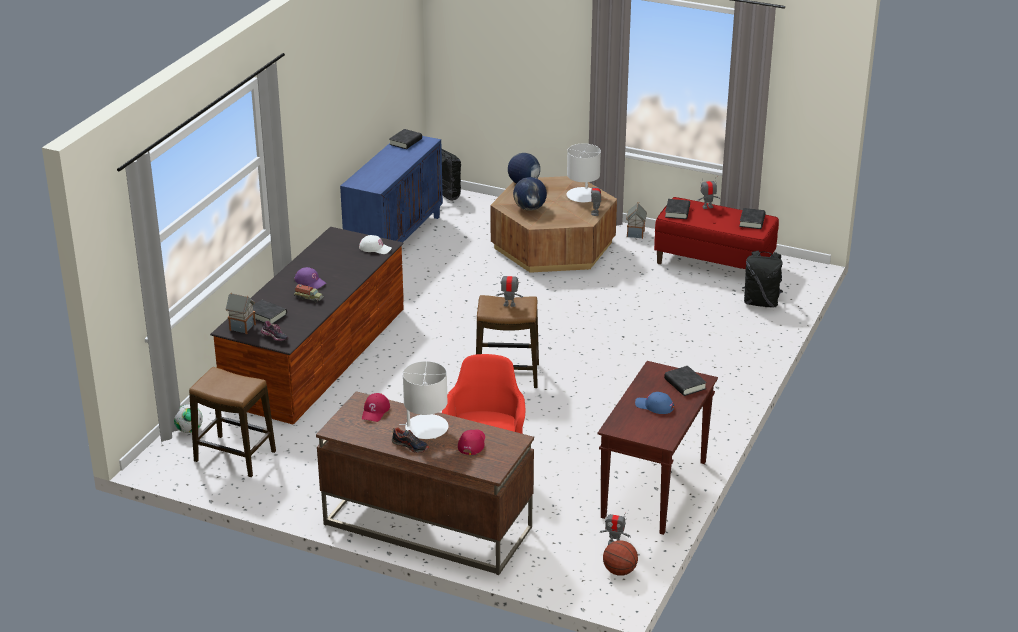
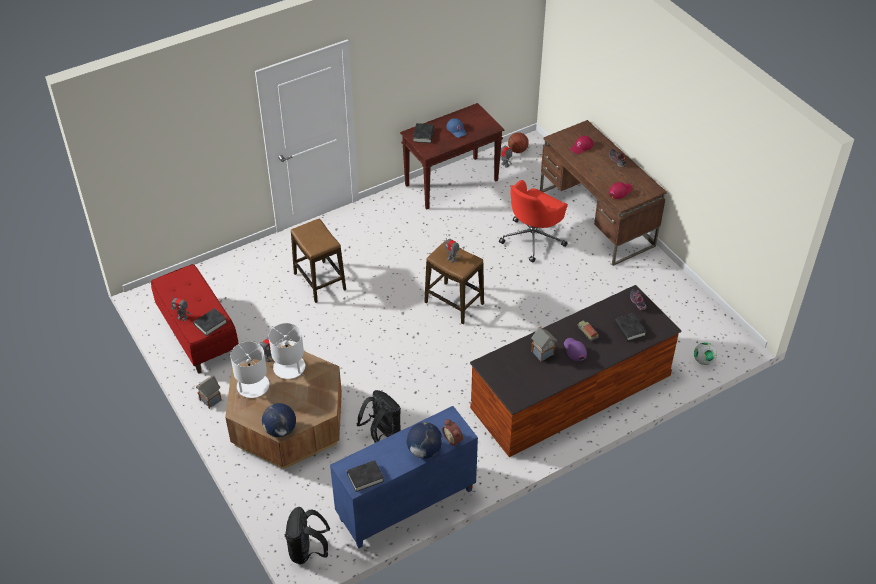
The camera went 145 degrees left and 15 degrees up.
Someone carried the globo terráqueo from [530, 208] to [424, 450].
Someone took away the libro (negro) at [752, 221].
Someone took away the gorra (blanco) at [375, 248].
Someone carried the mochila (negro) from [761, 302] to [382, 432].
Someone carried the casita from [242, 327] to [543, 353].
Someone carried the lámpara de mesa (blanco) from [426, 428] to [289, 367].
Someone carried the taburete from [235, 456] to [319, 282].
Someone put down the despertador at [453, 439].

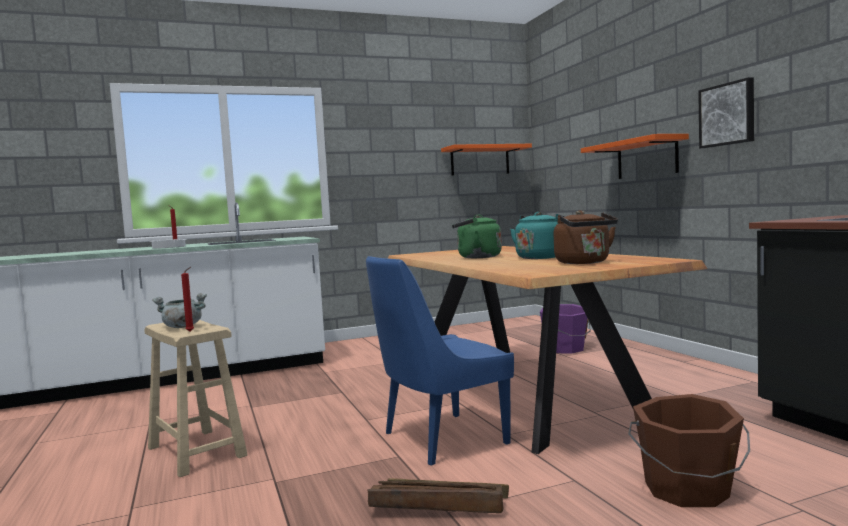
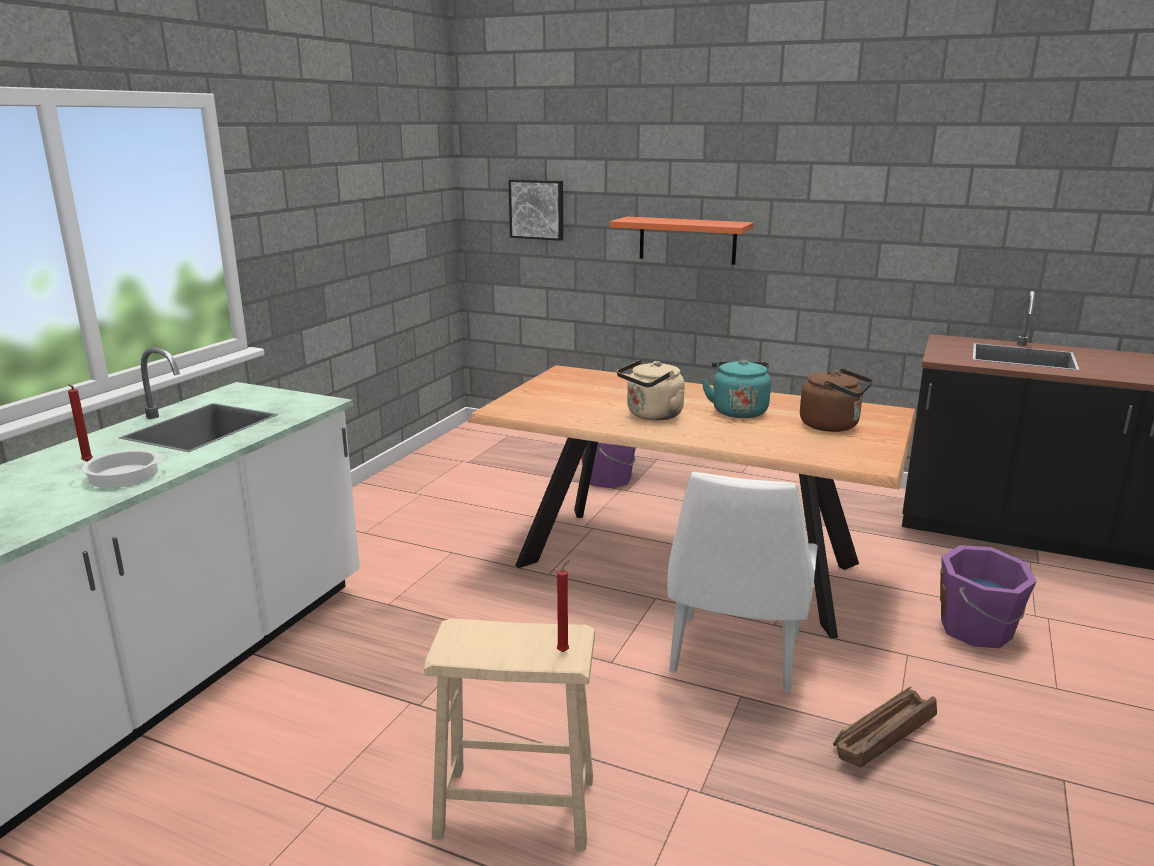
The camera went 45 degrees left and 15 degrees up.
Someone carried the cuadro from [727, 114] to [537, 209].
Someone took away the estante (naranja) at [480, 161].
Someone repainted the hervidor (verde) at [476, 257], which became the hervidor (beis) at [652, 415].
Someone repainted the silla (azul) at [440, 439], which became the silla (blanco) at [734, 656].
Someone took away the olla (gris) at [181, 327].
Someone repainted the cubo (marrón) at [687, 490], which became the cubo (morado) at [977, 630].

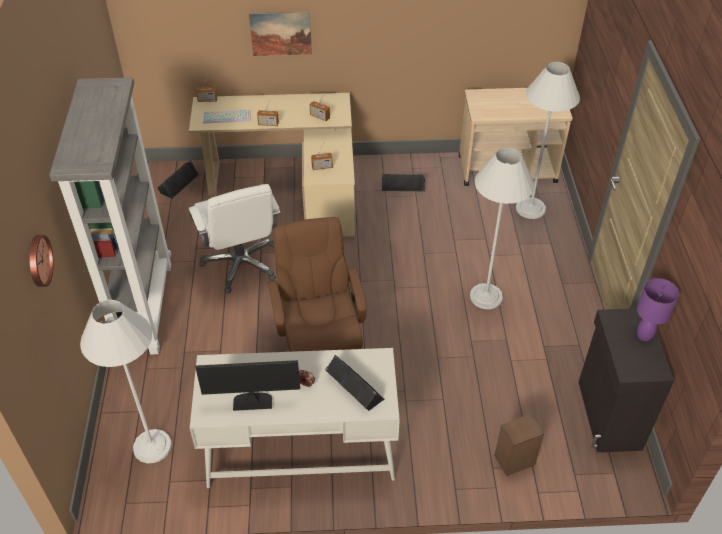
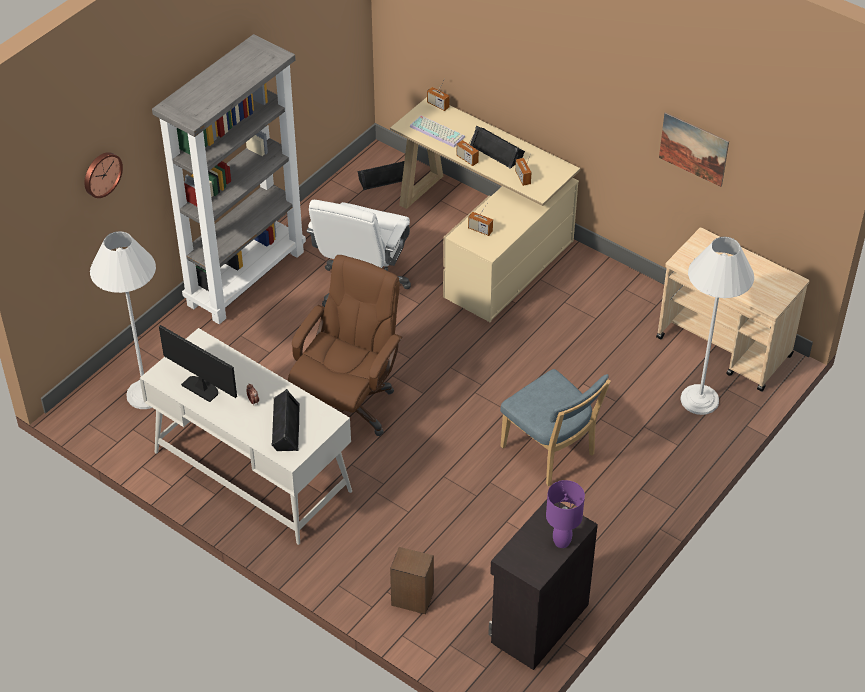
The camera went 40 degrees right and 0 degrees up.
Someone carried the cuadro from [281, 33] to [693, 149].
Someone swapped the lámpara de pie (blanco) at [486, 296] for the silla (azul) at [551, 453].
Someone carried the altavoz (negro) from [403, 184] to [497, 151].

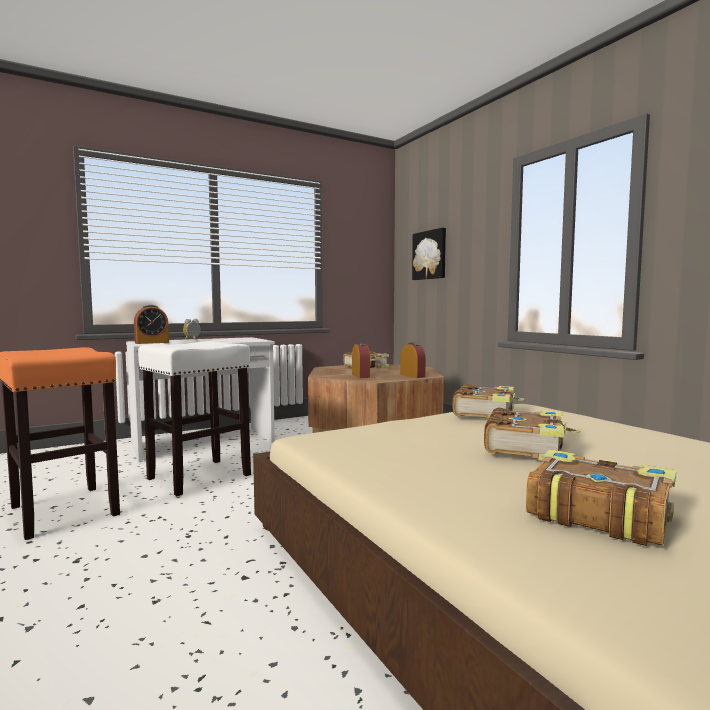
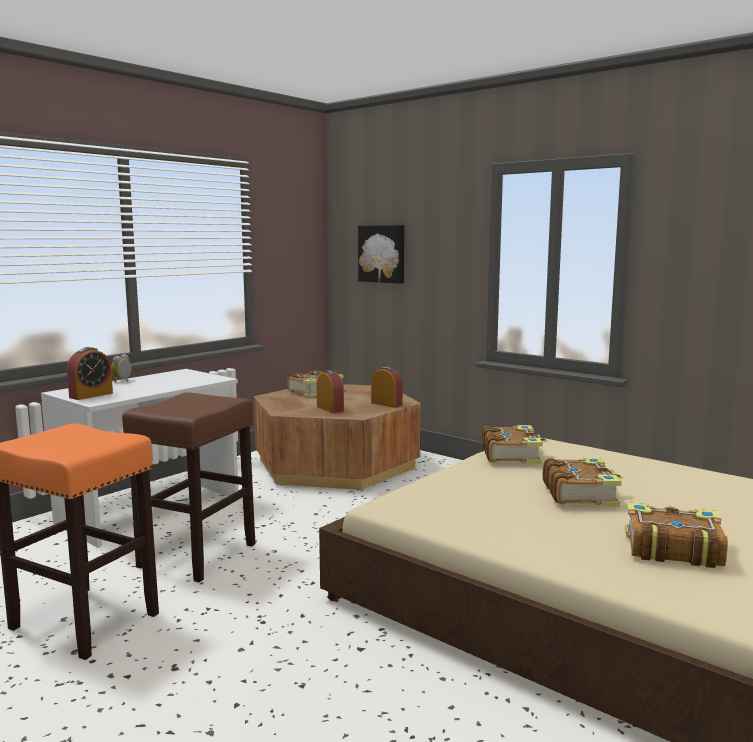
The camera went 20 degrees left and 5 degrees up.
Someone repainted the taburete (blanco) at [198, 477], which became the taburete (marrón) at [197, 556].

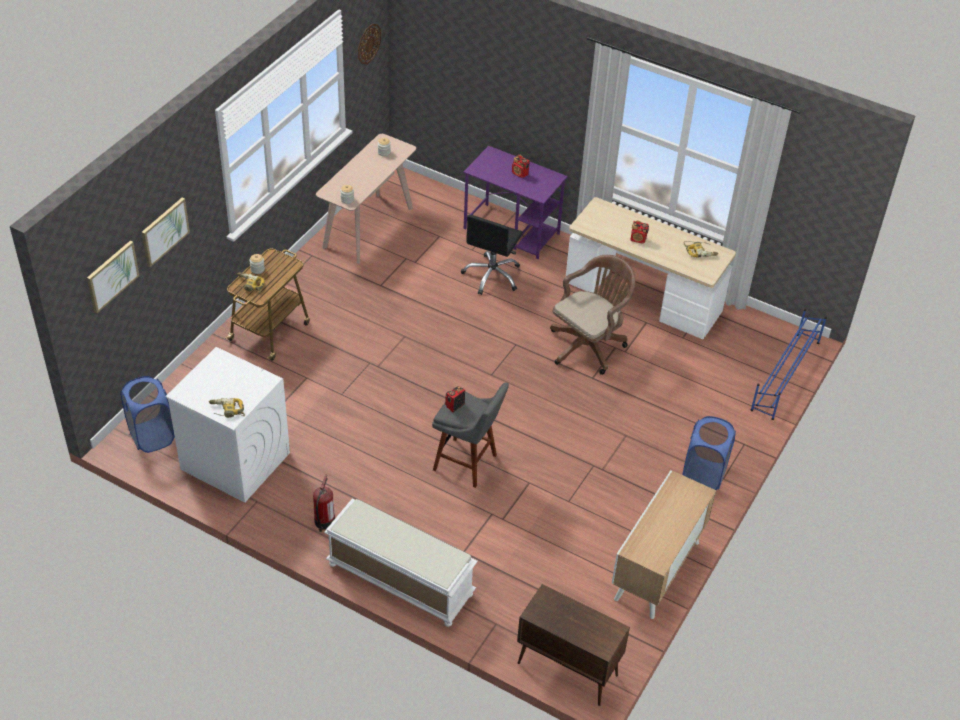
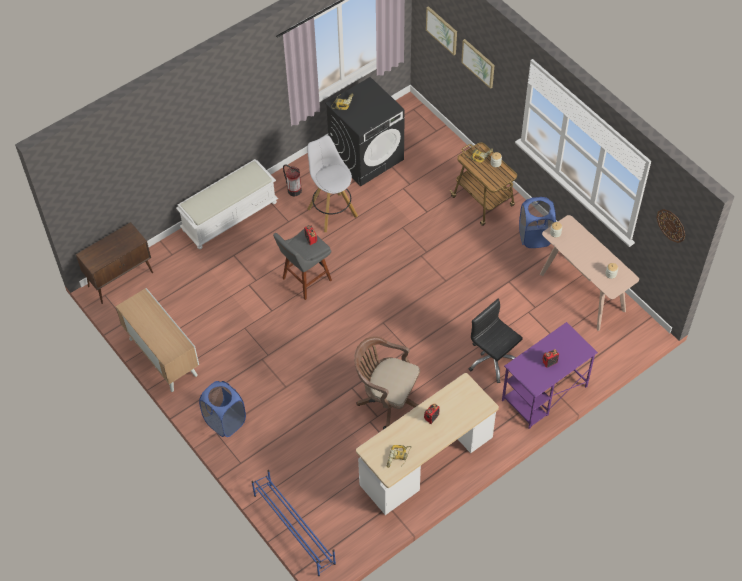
The camera went 115 degrees right and 10 degrees up.
Someone rotated the silla de oficina (marrón) at [589, 345] by 135 degrees clockwise.
Someone repainted the lavadora (blanco) at [234, 461], which became the lavadora (negro) at [366, 157].
Someone carried the cesto de la ropa (azul) from [152, 436] to [535, 237].
Someone put down the taburete (blanco) at [332, 212].

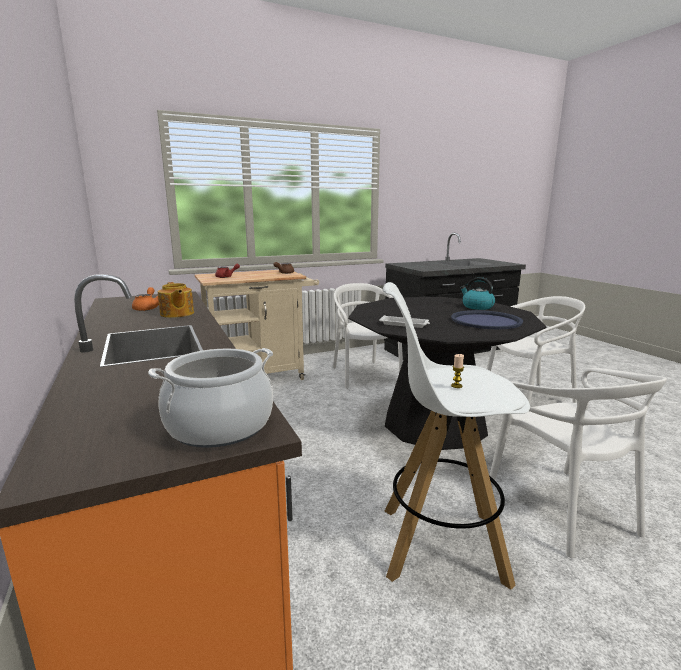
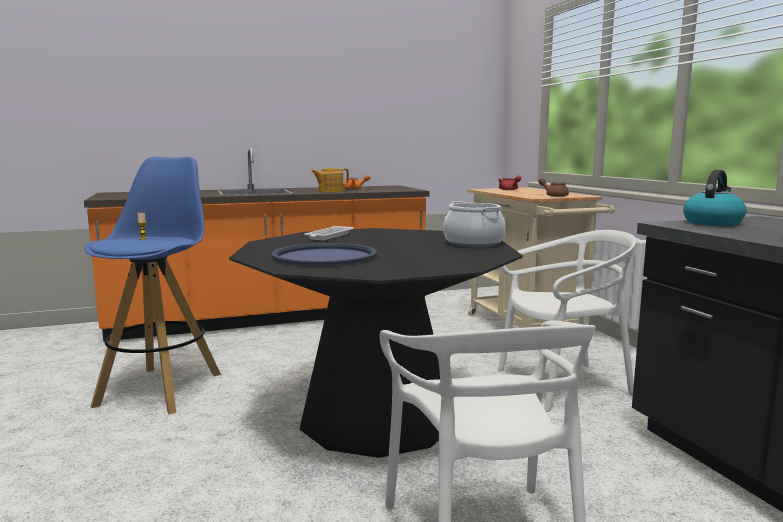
The camera went 95 degrees right and 5 degrees down.
Someone carried the hervidor from [477, 307] to [712, 222].
Someone repainted the taburete (blanco) at [440, 544], which became the taburete (azul) at [161, 388].
Someone carried the olla from [219, 425] to [473, 243].
Someone took away the silla (blanco) at [561, 508].

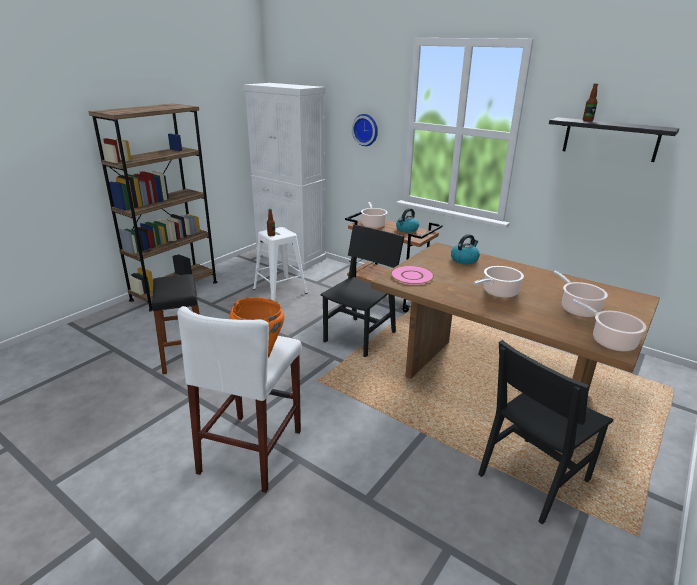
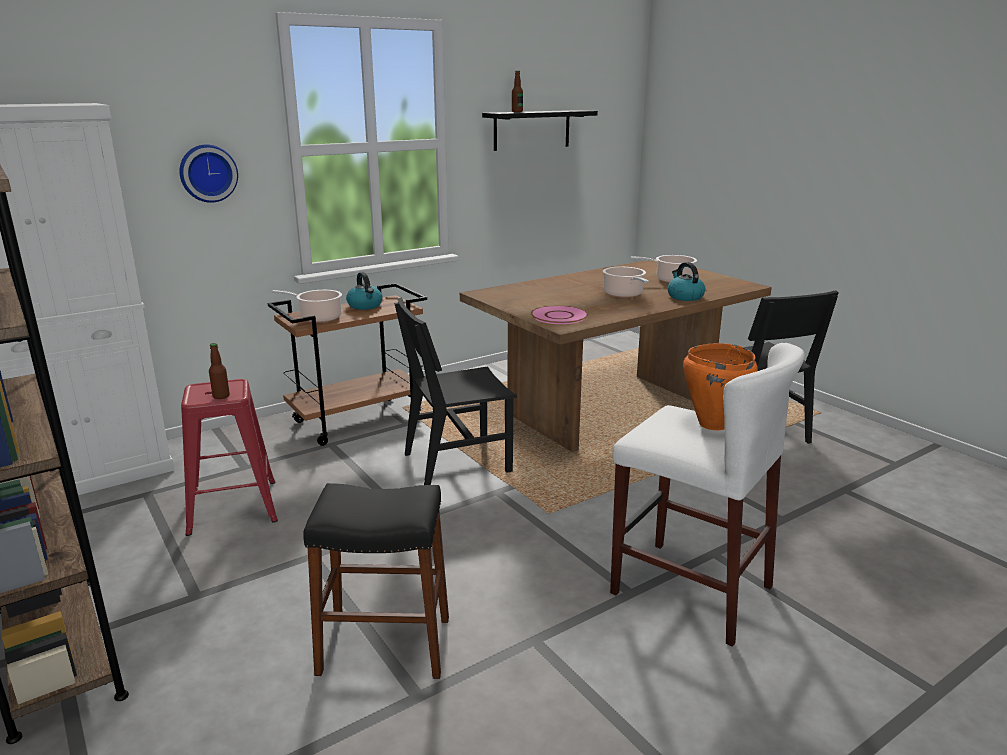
The camera went 70 degrees left and 5 degrees down.
Someone rotated the silla (negro) at [360, 337] by 75 degrees counterclockwise.
Someone repainted the taburete (blanco) at [281, 291], which became the taburete (rojo) at [234, 506].
Someone carried the hervidor from [464, 259] to [684, 297].
Someone took away the olla at [610, 341].

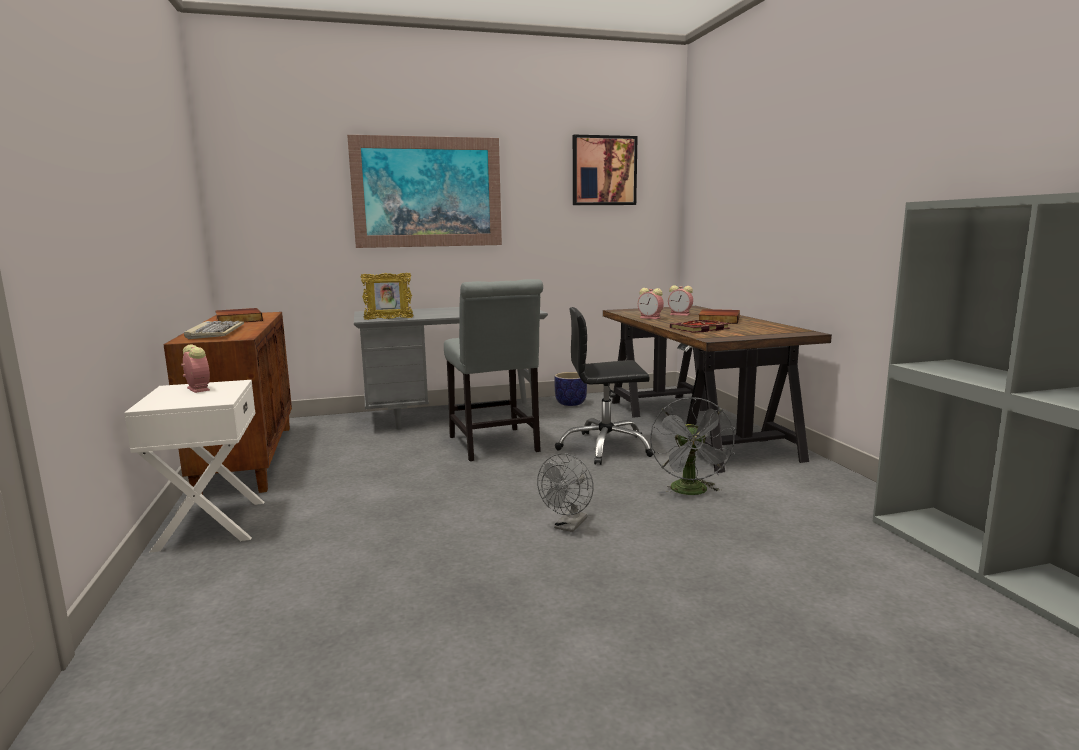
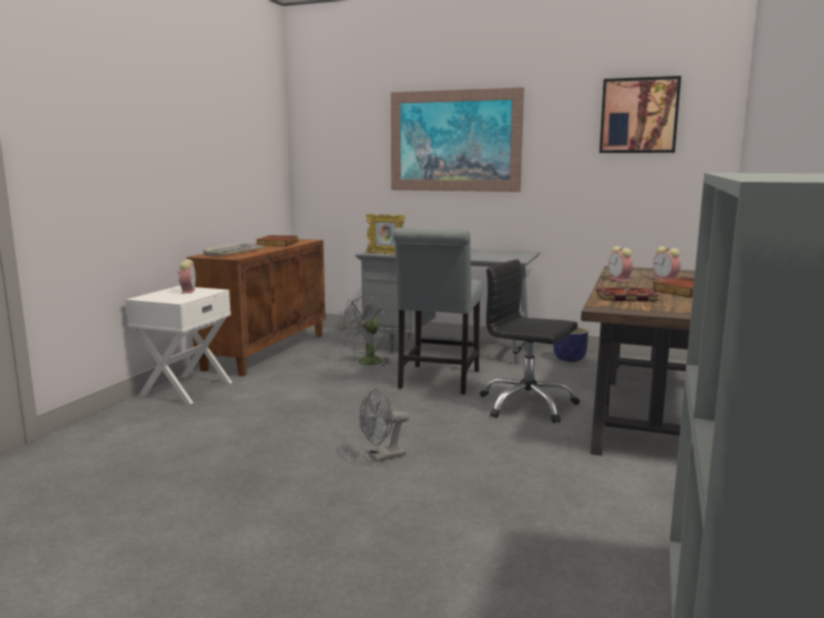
The camera went 35 degrees right and 0 degrees up.
Someone carried the ventilador (gris) from [691, 492] to [366, 363].

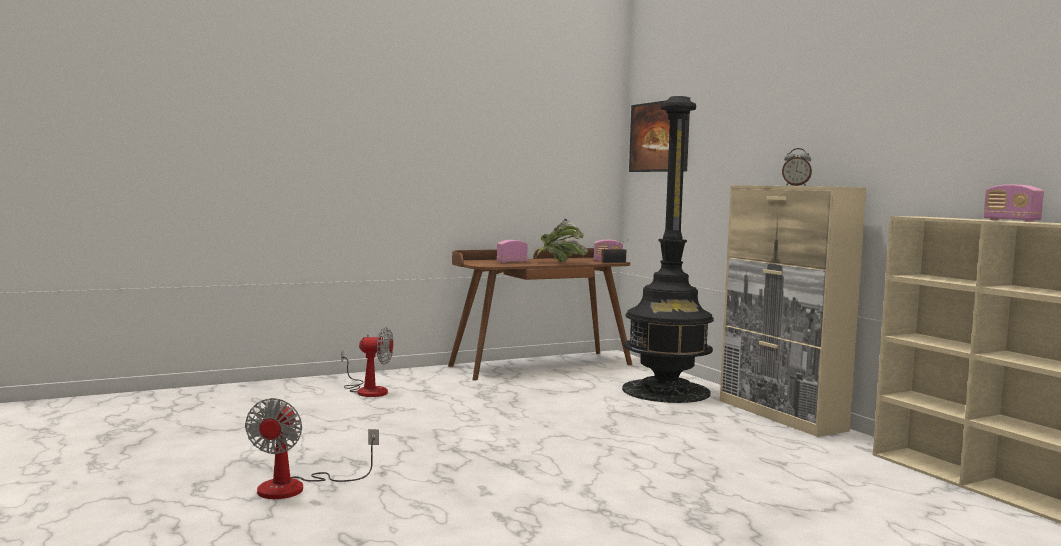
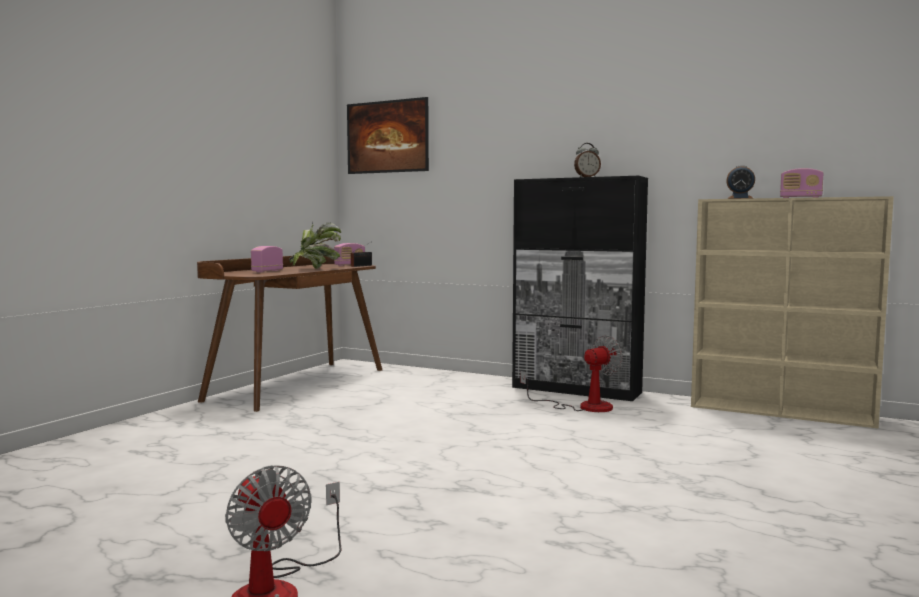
The camera went 35 degrees left and 0 degrees up.
Someone took away the lámpara de pie (negro) at [666, 391].
Someone repainted the armario (beis) at [781, 415], which became the armario (negro) at [576, 390].
Someone carried the ventilador from [367, 390] to [583, 407].
Someone put down the despertador at [739, 198].

